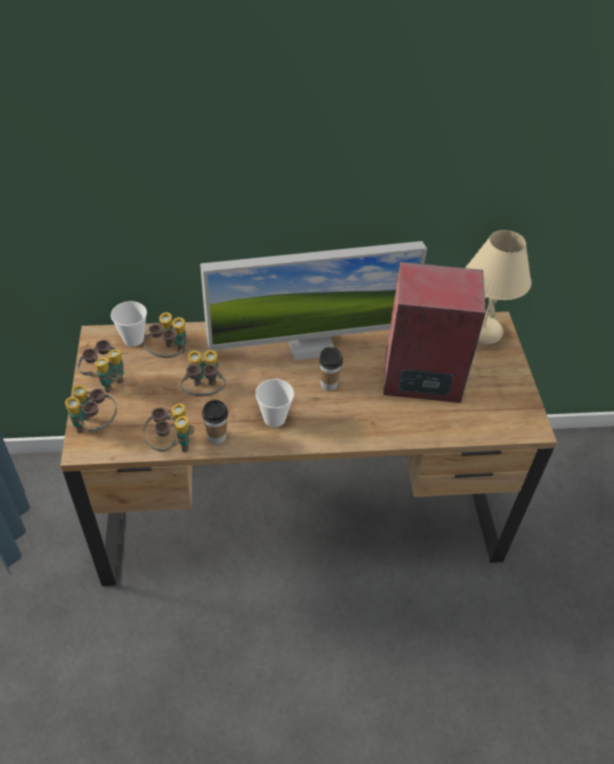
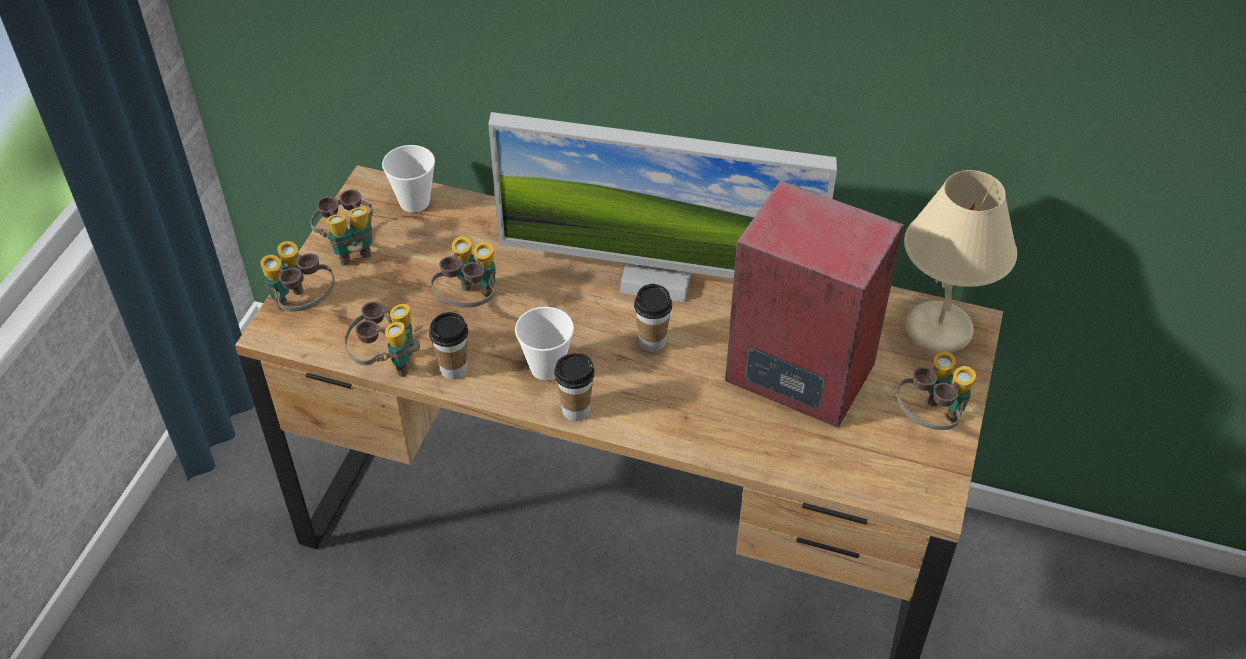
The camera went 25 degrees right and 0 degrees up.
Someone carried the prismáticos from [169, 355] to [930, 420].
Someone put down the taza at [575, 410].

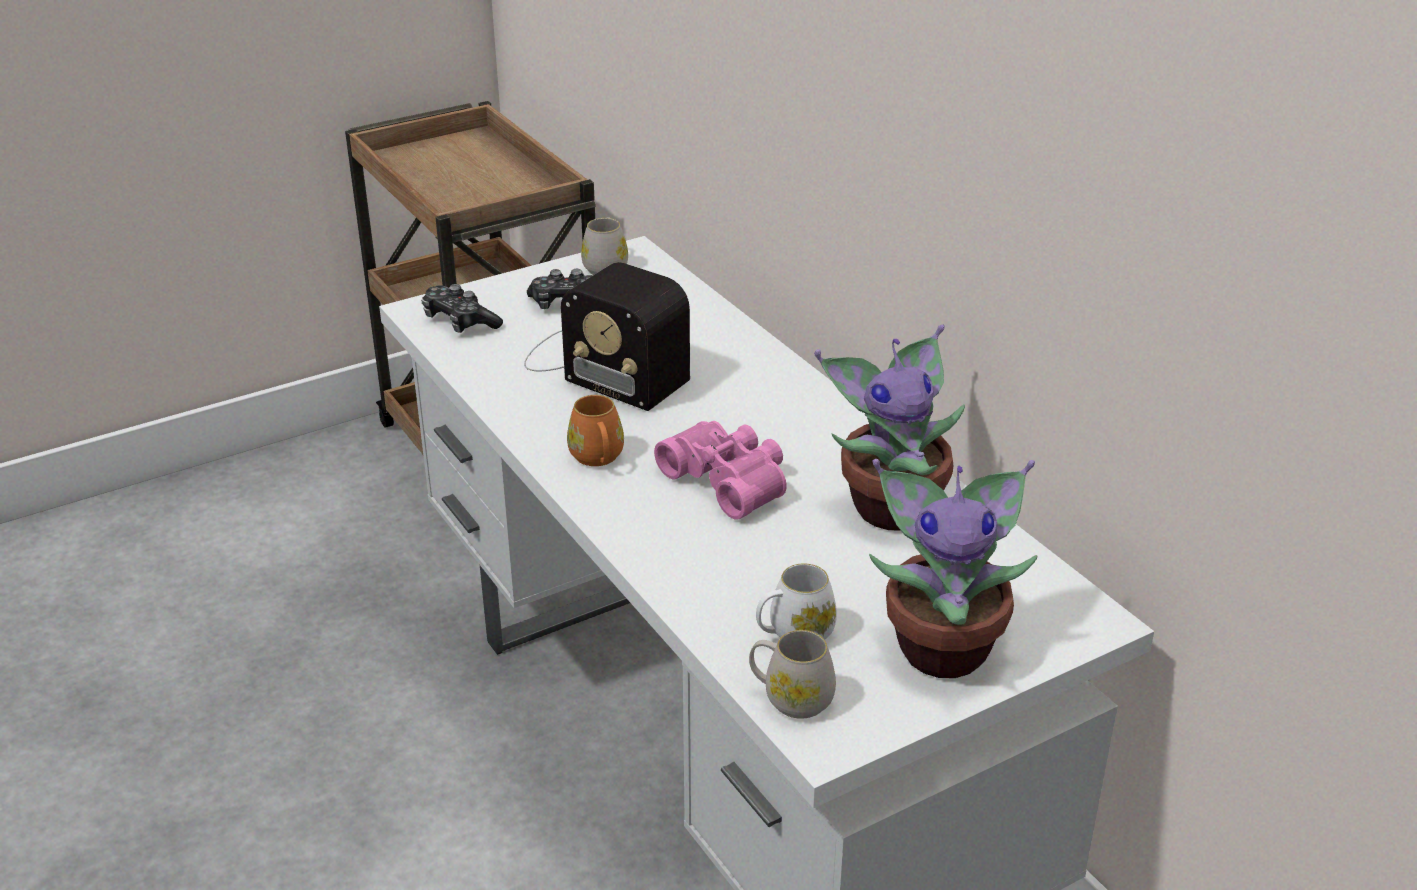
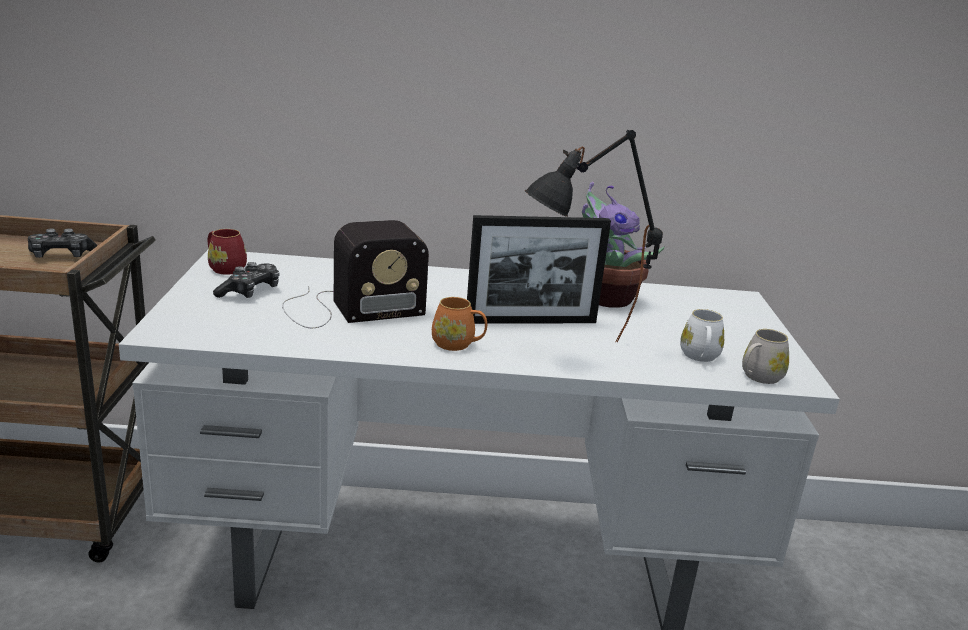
The camera went 60 degrees left and 10 degrees down.
Someone repainted the taza grande (blanco) at [606, 265], which became the taza grande (rojo) at [224, 268].
Someone carried the mando de consola from [459, 321] to [61, 256].
Someone swapped the prismáticos (rosa) at [729, 480] for the portarretratos at [531, 321].
Someone took away the planta en maceta at [944, 646].
Someone put down the lámpara de mesa (negro) at [578, 352].

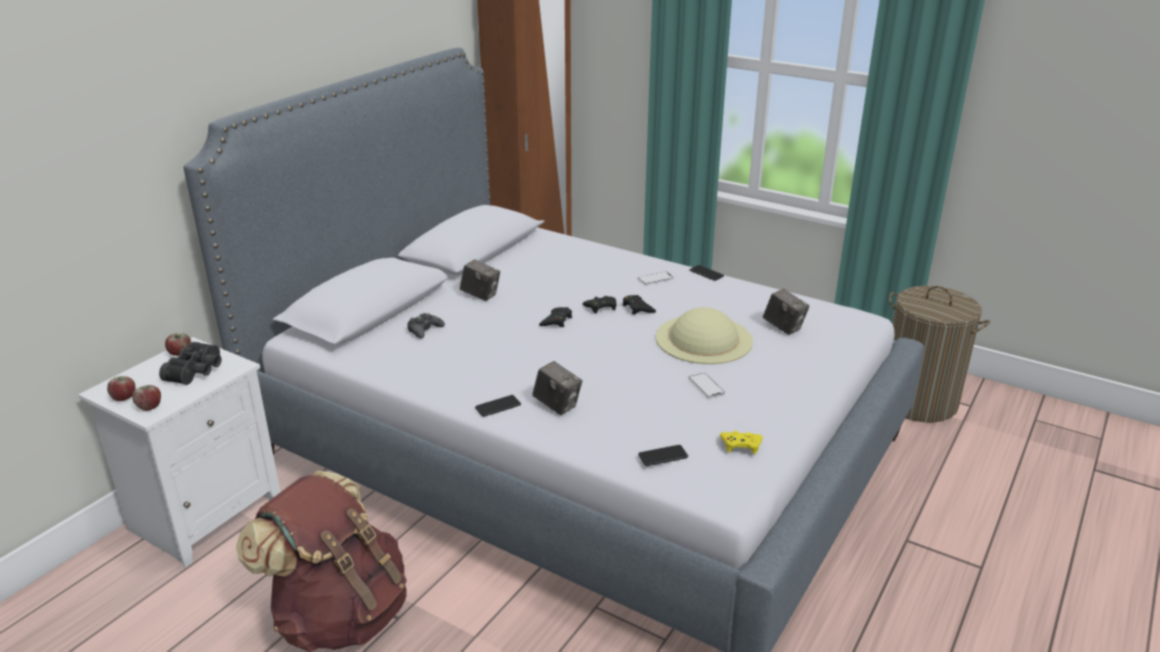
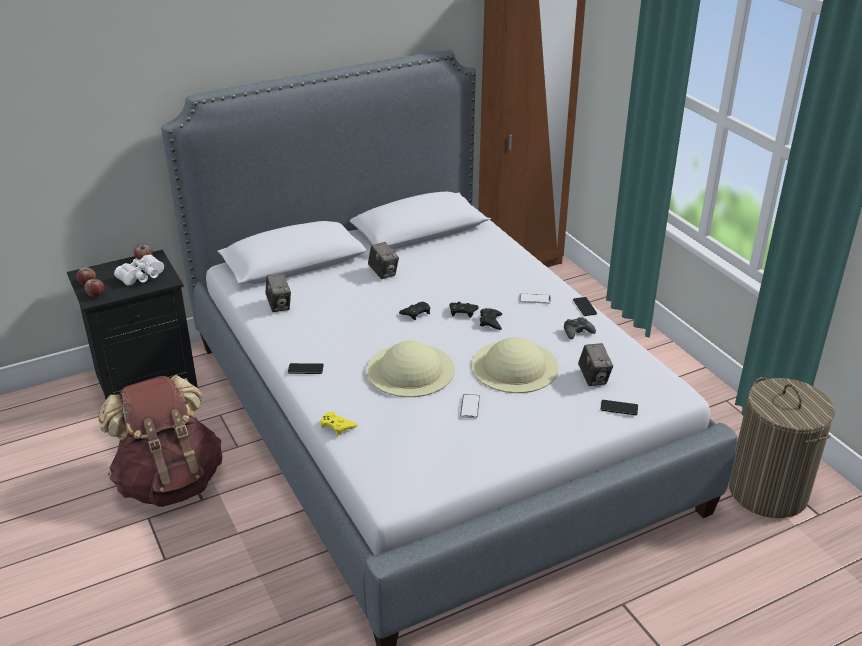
The camera went 30 degrees right and 5 degrees up.
Someone carried the mando de consola (negro) from [424, 330] to [577, 332].
Someone repainted the mesita de noche (blanco) at [206, 513], which became the mesita de noche (negro) at [146, 379].
Someone repainted the prismáticos (negro) at [197, 371], which became the prismáticos (blanco) at [143, 277].
Someone carried the cámara from [557, 405] to [279, 305].
Someone carried the mando de consola (amarillo) from [741, 445] to [337, 426].
Someone carried the móvil from [663, 456] to [619, 408].
Someone put down the sombrero (beis) at [410, 370].

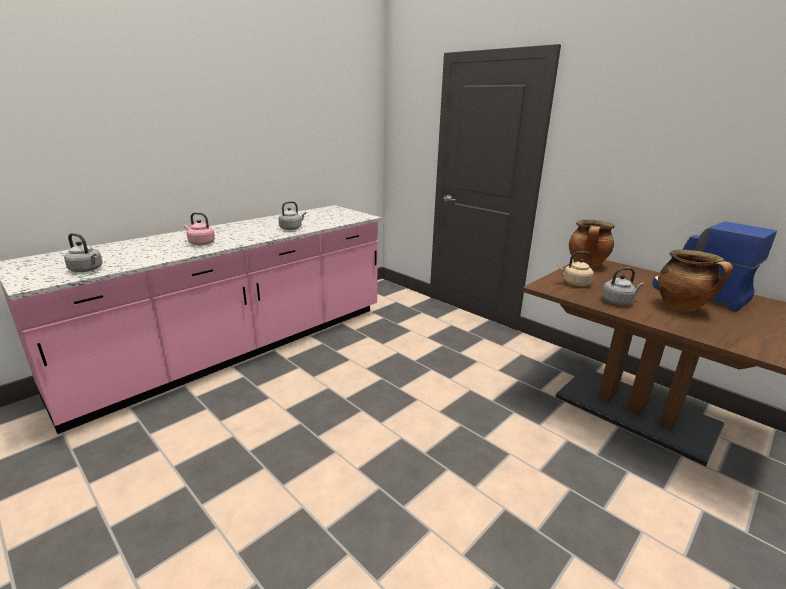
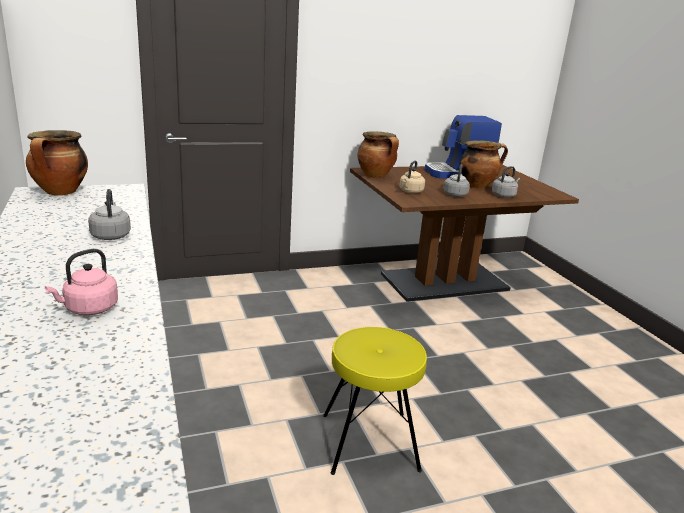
The camera went 65 degrees left and 0 degrees up.
Someone carried the hervidor (gris) from [87, 270] to [504, 195].
Someone put down the olla at [60, 192].
Someone put down the taburete (amarillo) at [369, 441].

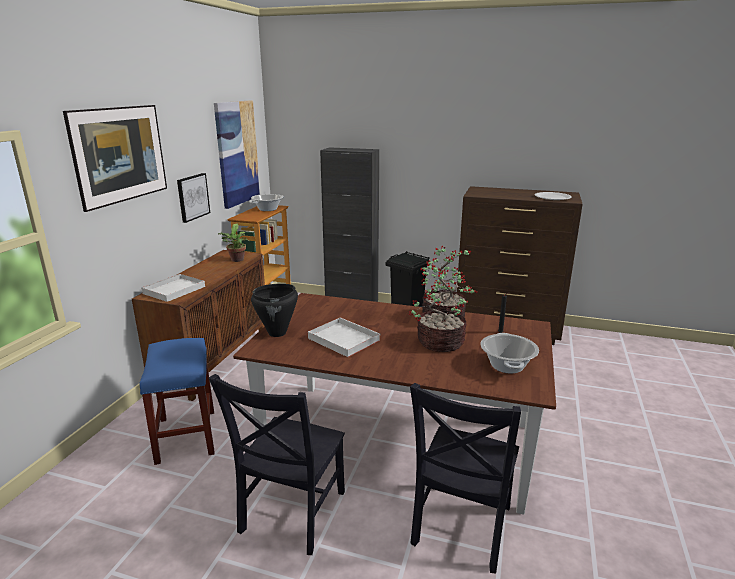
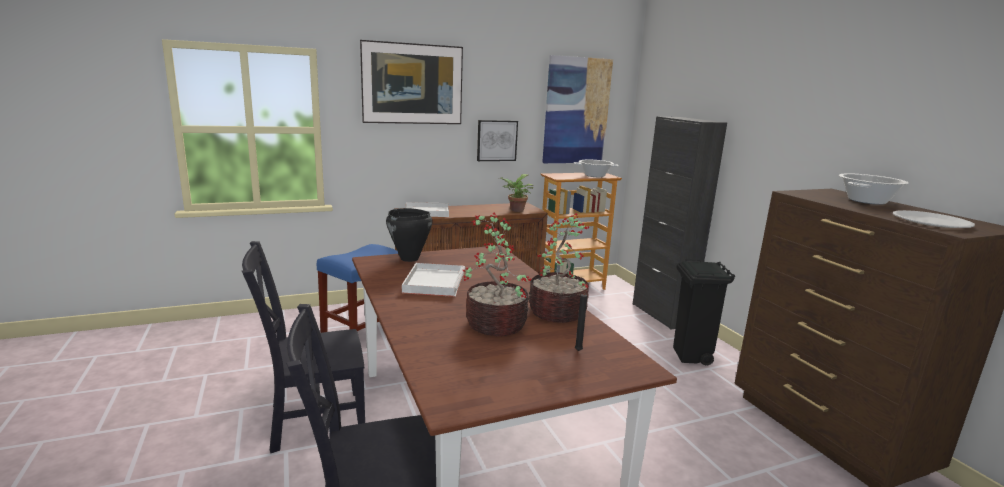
The camera went 50 degrees right and 5 degrees down.
Someone carried the olla from [506, 366] to [866, 201].

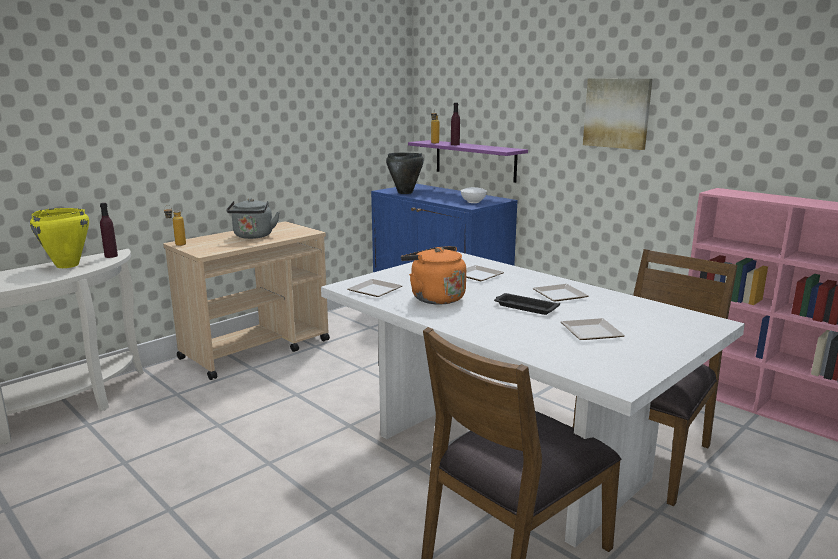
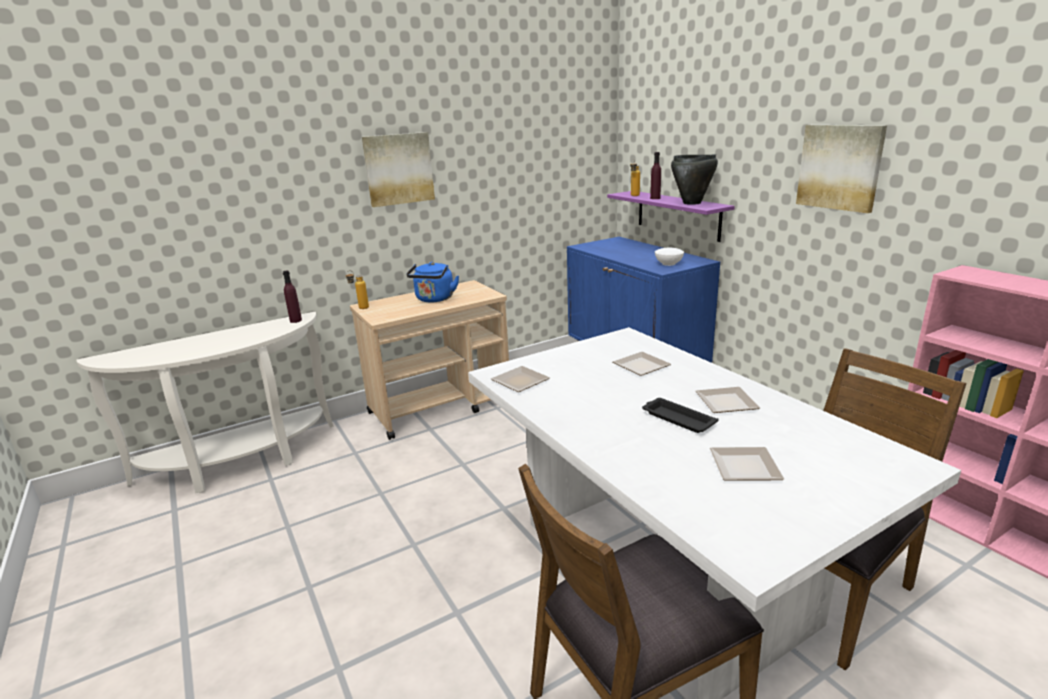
The camera went 15 degrees right and 5 degrees up.
Someone carried the olla (negro) from [405, 192] to [692, 203].
Someone repainted the hervidor (gris) at [253, 236], which became the hervidor (azul) at [434, 299].
Someone took away the olla (amarillo) at [67, 265].
Someone took away the hervidor (naranja) at [434, 298].
Someone put up the cuadro at [398, 169].

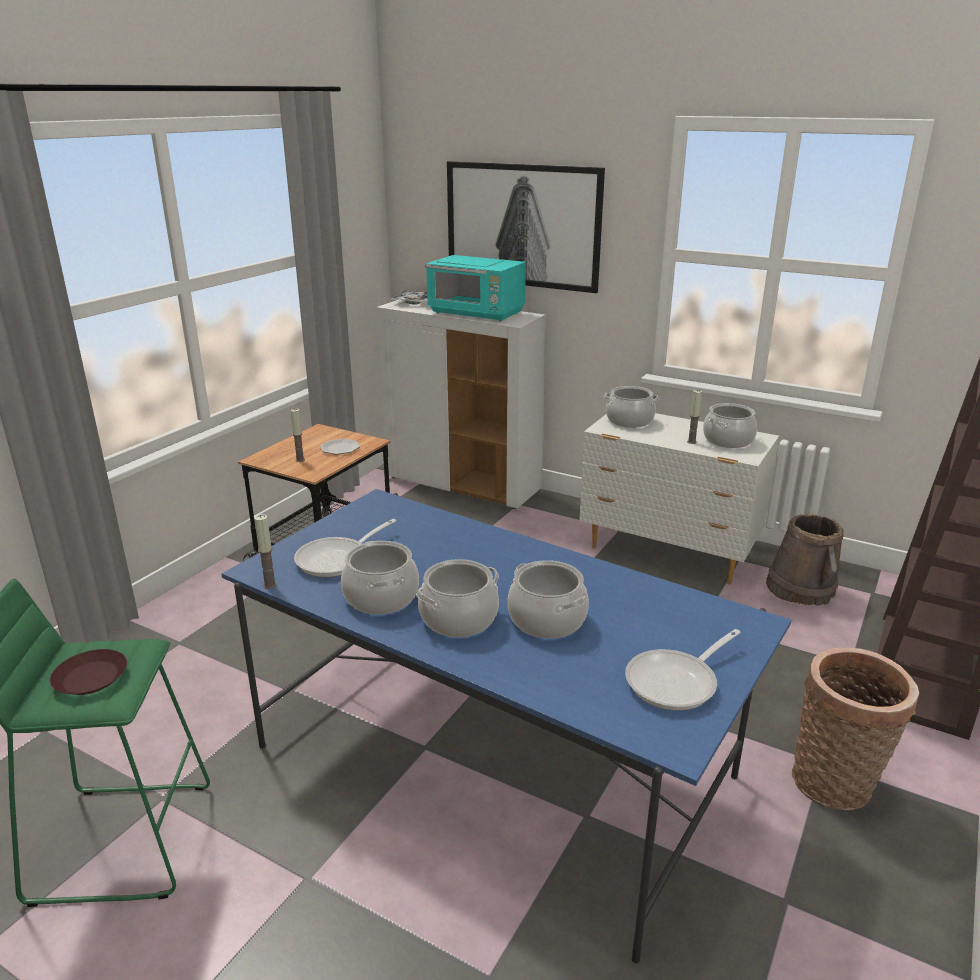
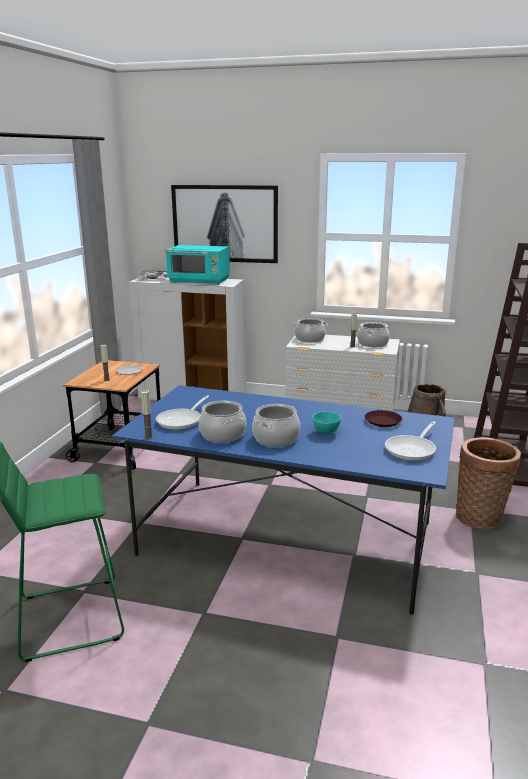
The camera went 15 degrees left and 5 degrees down.
Someone swapped the olla at [547, 619] for the cuenco (turquesa) at [326, 433].
Someone carried the plato (marrón) from [91, 678] to [383, 422].

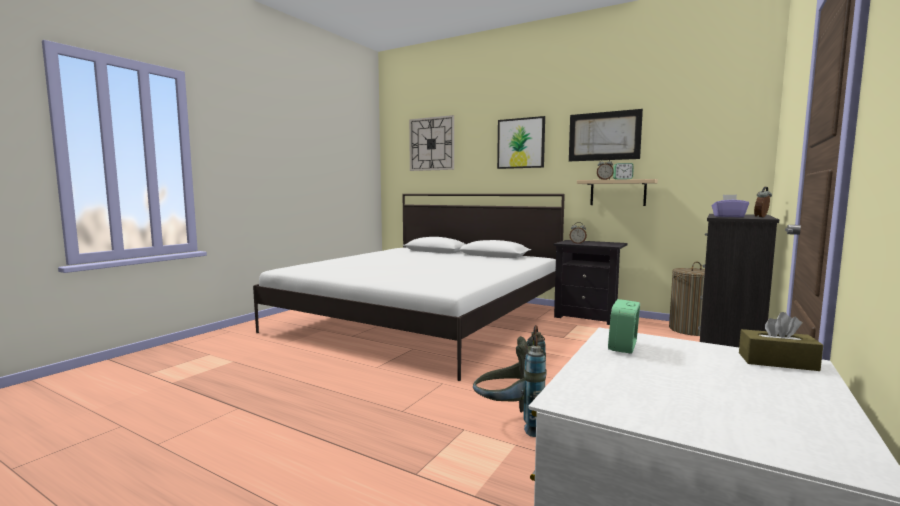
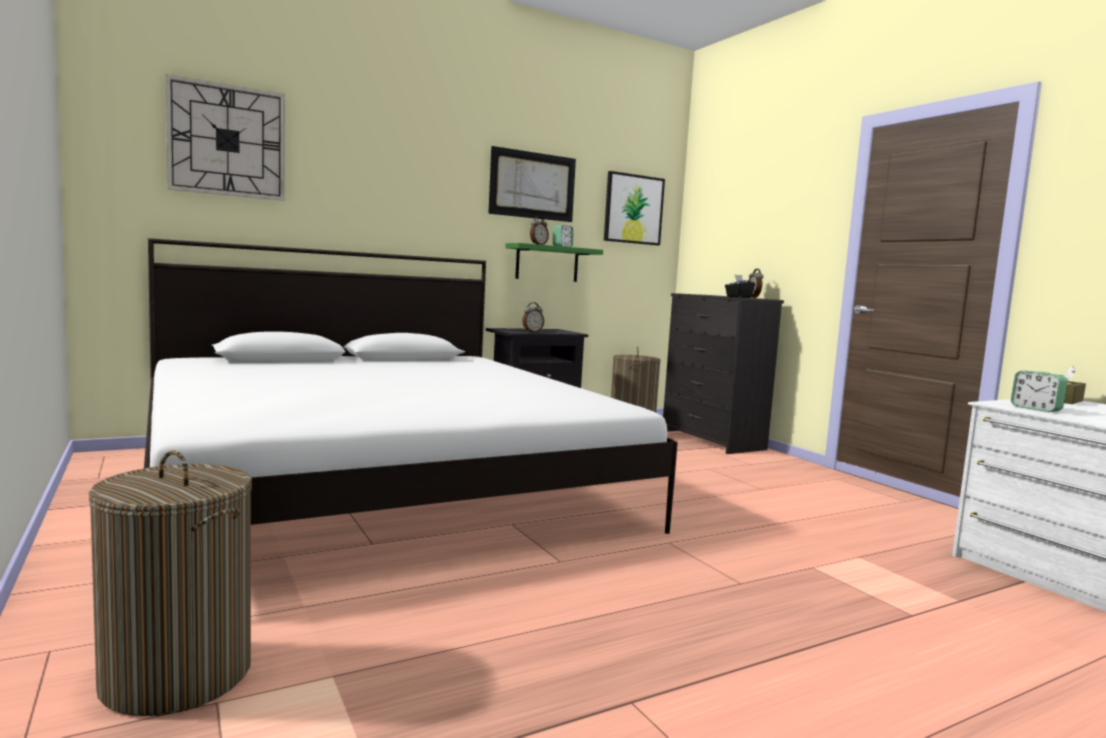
The camera went 60 degrees left and 0 degrees up.
Someone carried the cuadro from [521, 143] to [633, 209].
Someone repainted the estante (beis) at [617, 192], which became the estante (verde) at [547, 263].
Someone repainted the caja de pañuelos (morado) at [728, 217], which became the caja de pañuelos (negro) at [738, 297].
Someone took away the mochila (gris) at [511, 421].
Someone put down the cesto de la ropa at [176, 675].

